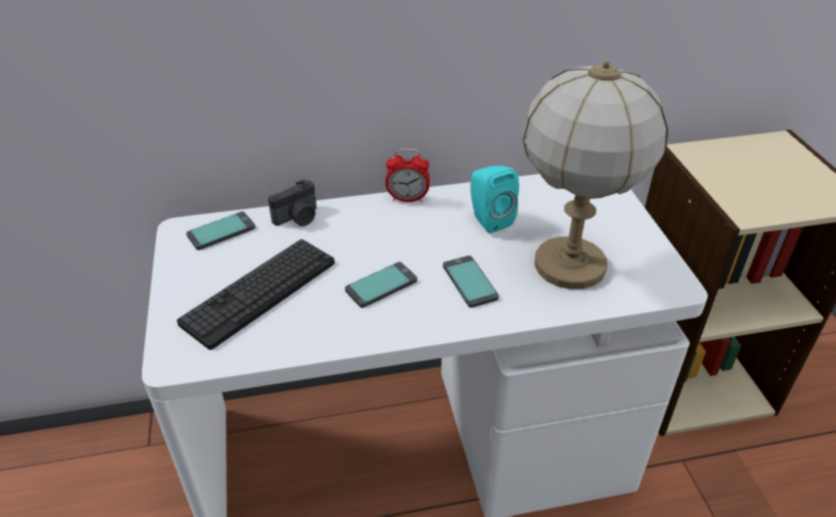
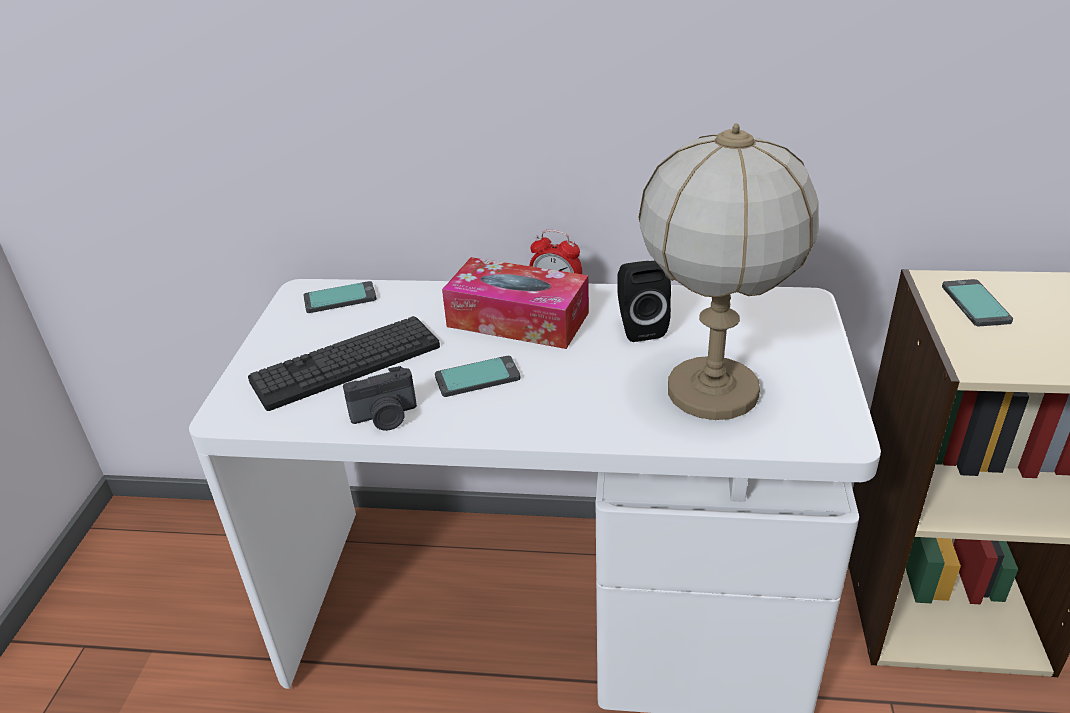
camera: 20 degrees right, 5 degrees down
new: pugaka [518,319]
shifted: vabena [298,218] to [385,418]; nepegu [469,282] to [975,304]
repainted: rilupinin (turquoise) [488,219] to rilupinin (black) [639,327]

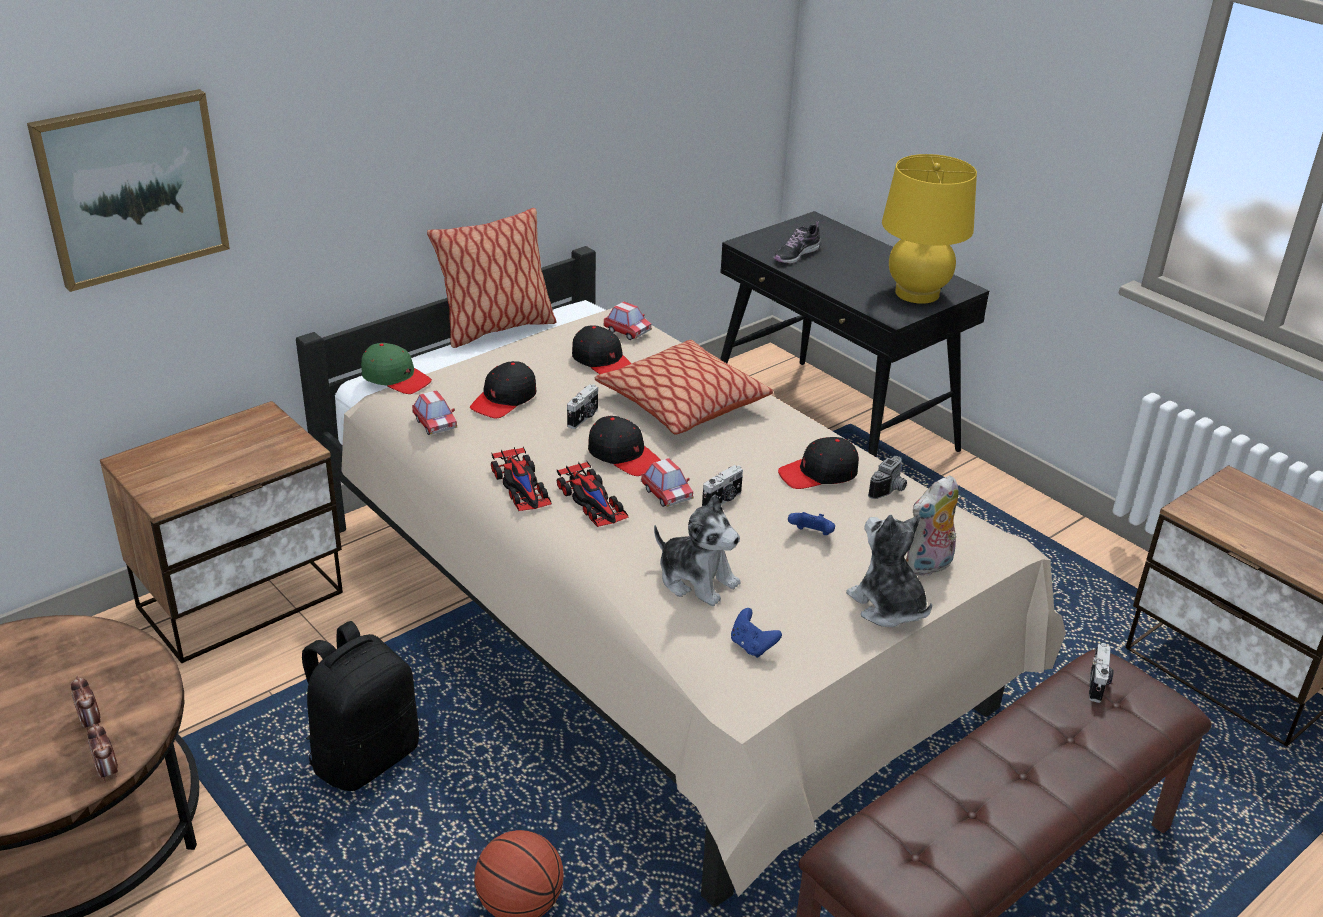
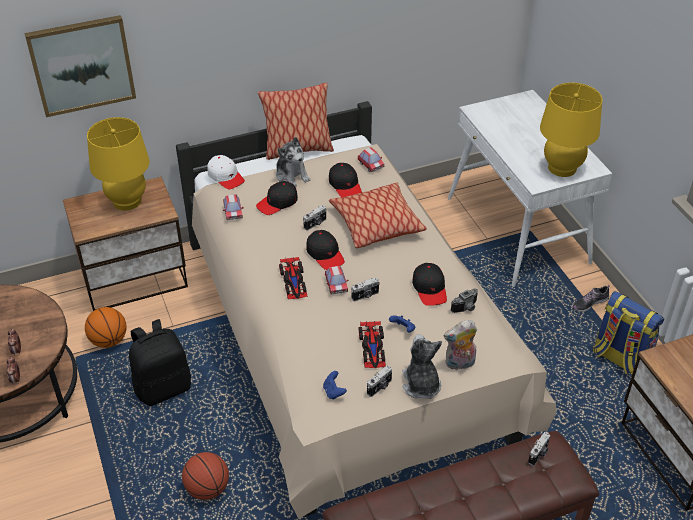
camera: 20 degrees right, 10 degrees up
new: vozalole [109,340]; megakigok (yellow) [127,201]; vabena [380,387]; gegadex [620,358]
shifted: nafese [521,486] to [372,348]; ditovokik [697,580] to [292,175]; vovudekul [796,255] to [590,303]
repainted: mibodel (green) [396,378] to mibodel (white) [226,176]; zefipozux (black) [833,426] to zefipozux (white) [518,230]
rotated: mibodel (black) [818,474] = [430,289] 105 degrees counterclockwise

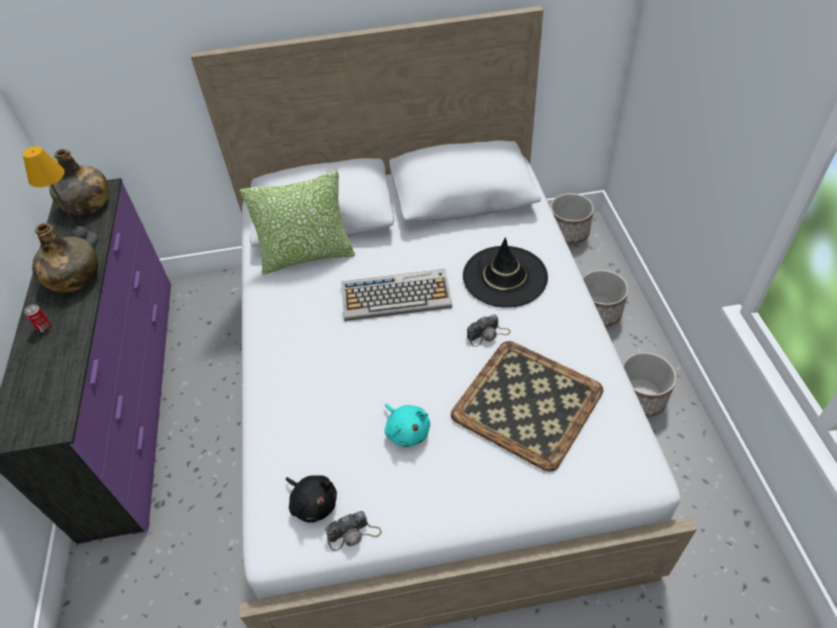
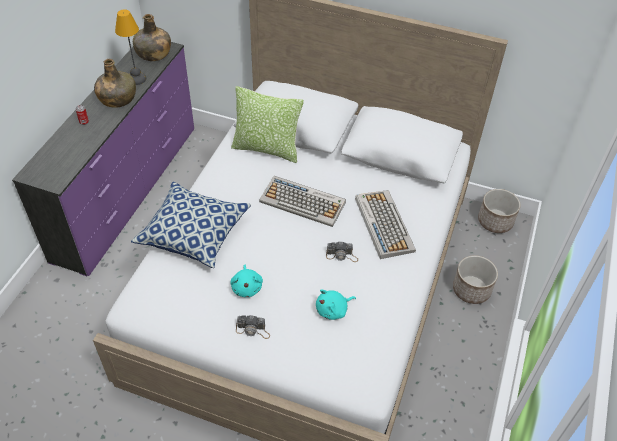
camera: 25 degrees right, 0 degrees up
gone: ditovokik (black) [313,503]; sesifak [640,397]
new: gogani [194,233]
shifted: vabena [354,534] to [253,330]
swapped: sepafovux [529,402] to ditovokik (turquoise) [333,310]; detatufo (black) [505,277] to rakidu [383,224]

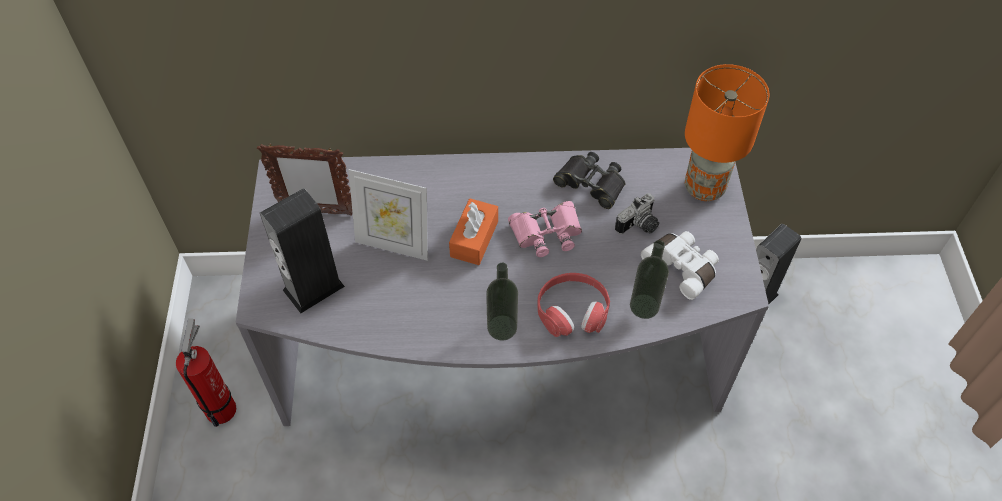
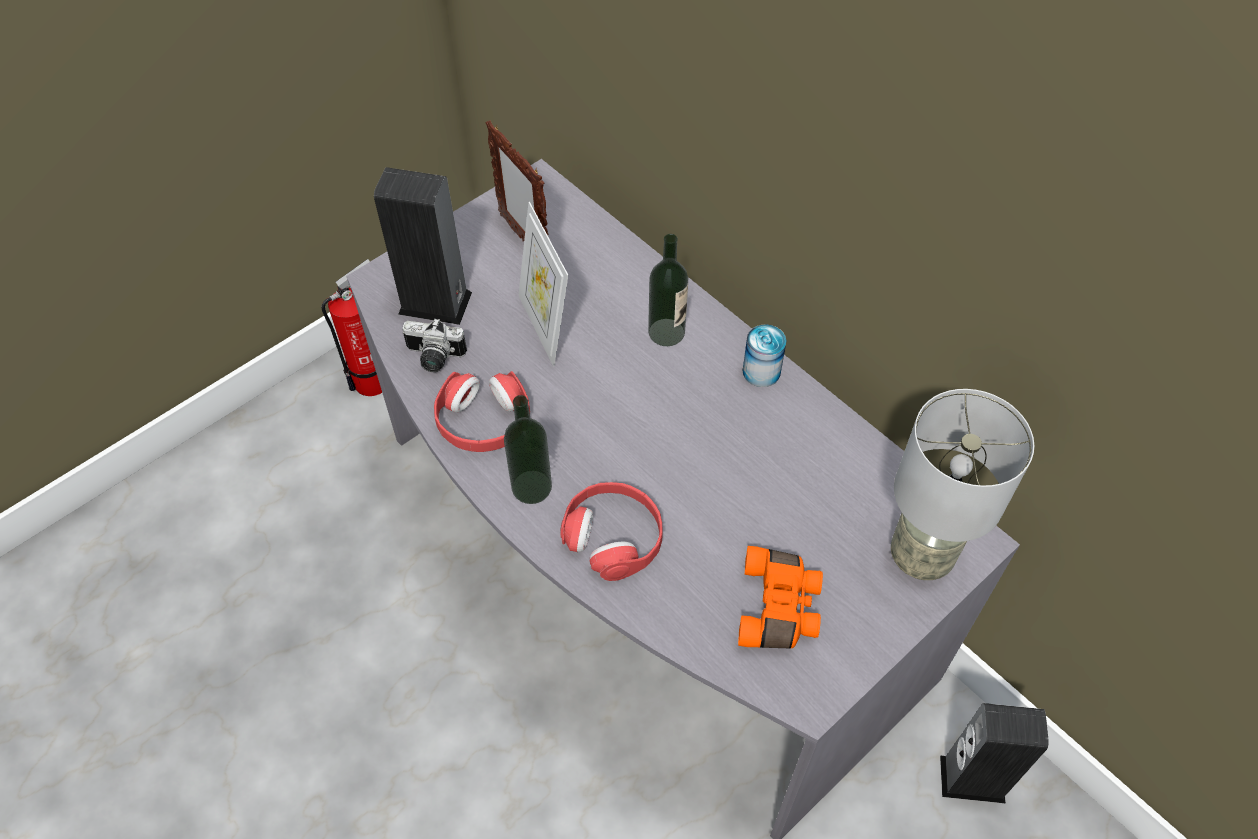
camera: 50 degrees right, 0 degrees up
gone: pugaka (orange) [474,239]; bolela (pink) [546,232]; bolela (black) [591,183]
new: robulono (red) [484,420]; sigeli [761,371]
shifted: vabena [639,226] to [433,358]; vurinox [644,306] to [666,332]
repainted: bolela (white) [682,267] to bolela (orange) [780,608]; megakigok (orange) [703,188] to megakigok (grey) [920,554]

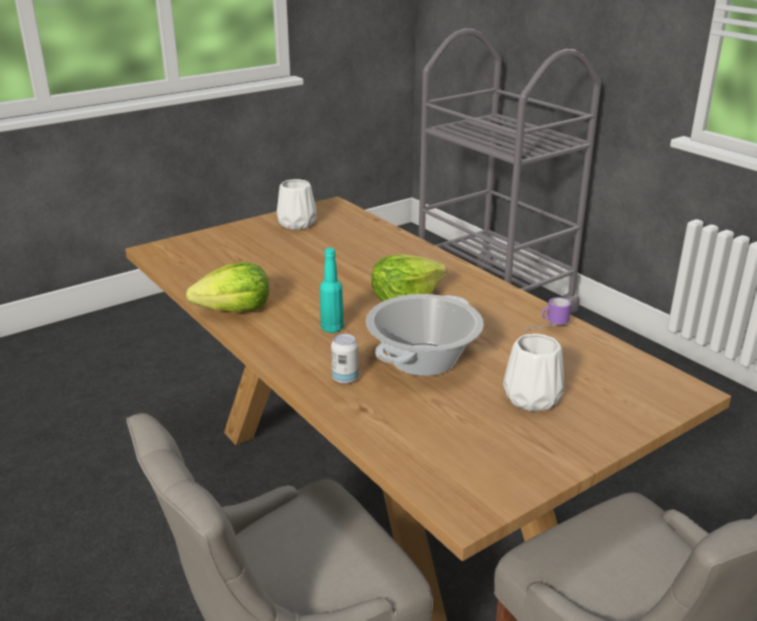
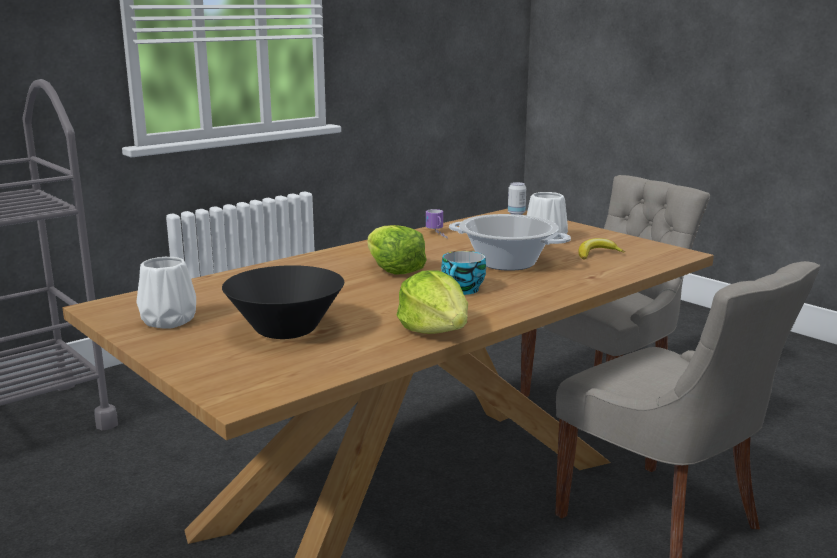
camera: 95 degrees left, 10 degrees down
new: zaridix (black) [285,330]; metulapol [597,254]
shifted: sigeli [345,378] to [516,213]
swapped: vurinox (turquoise) [332,328] to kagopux [463,291]

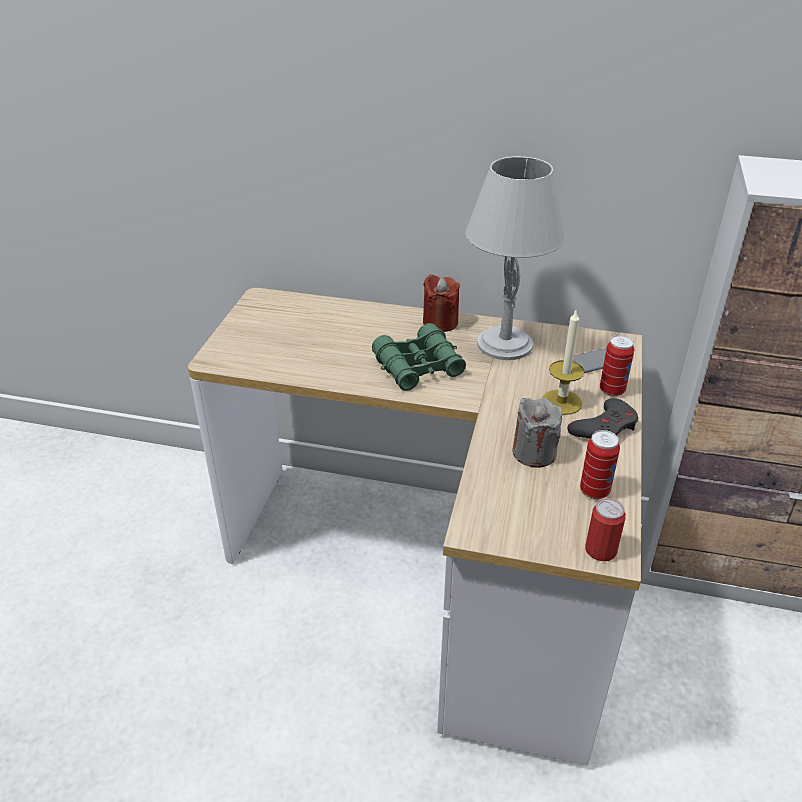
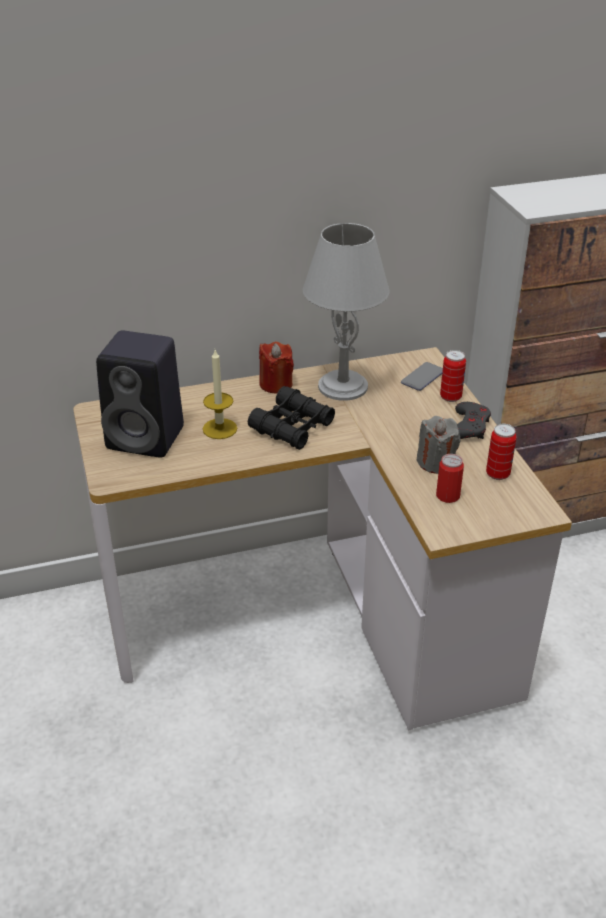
camera: 30 degrees left, 0 degrees up
new: rilupinin (black) [148,438]
shifted: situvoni [561,402] to [220,429]; sigeli [600,550] to [447,496]
repainted: bolela (green) [418,367] to bolela (black) [292,427]

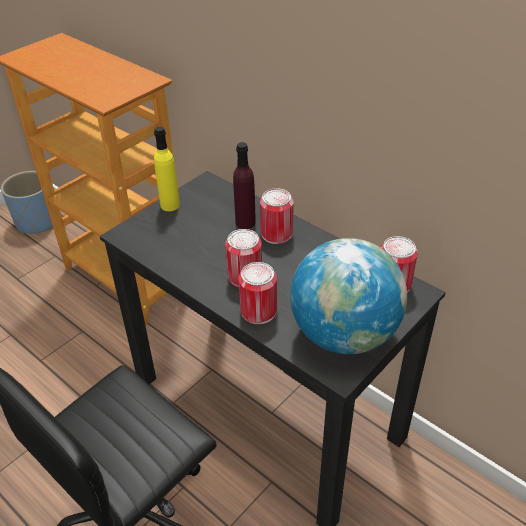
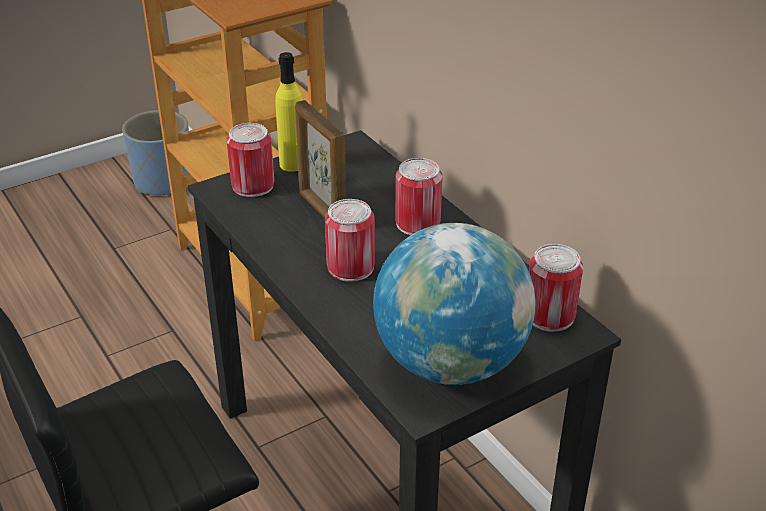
camera: 15 degrees right, 5 degrees down
gone: vurinox (purple) [245,222]
new: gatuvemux [322,211]
shifted: sigeli [258,311] to [253,185]

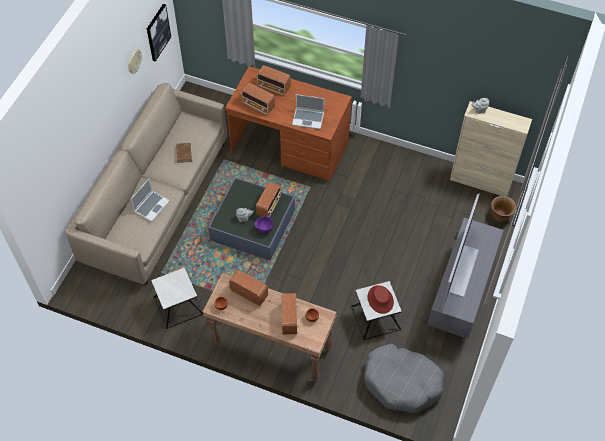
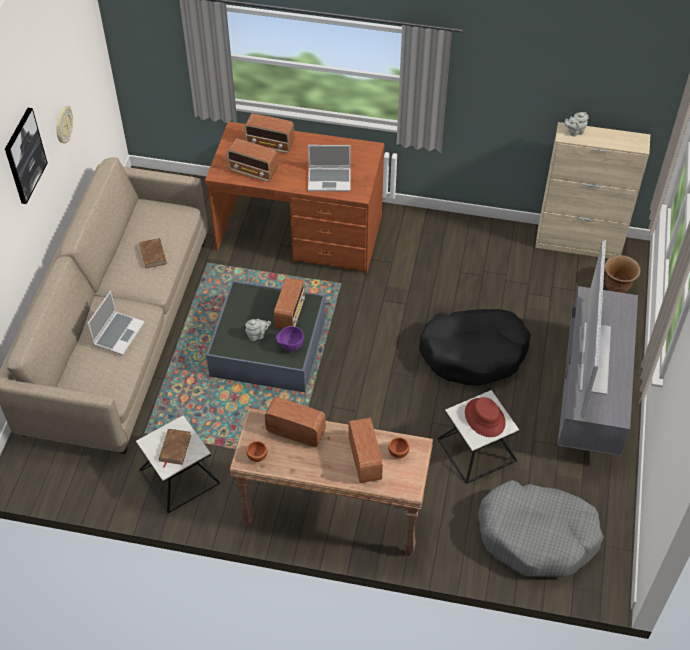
camera: 10 degrees left, 5 degrees down
new: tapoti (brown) [175,448]; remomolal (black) [474,353]
shifted: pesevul [157,32] to [24,155]

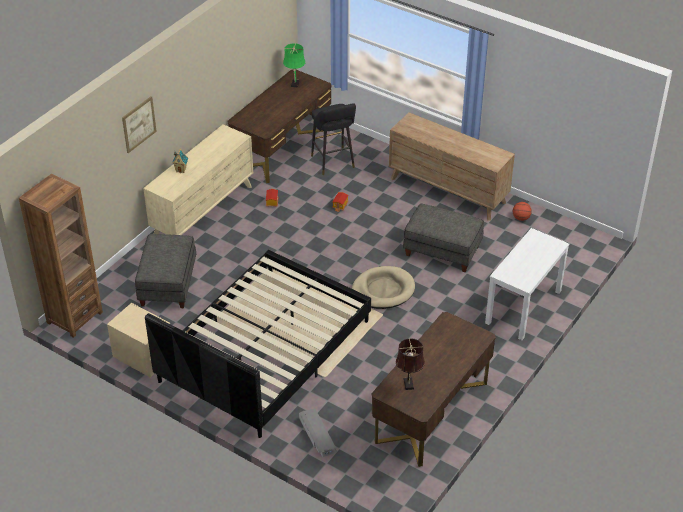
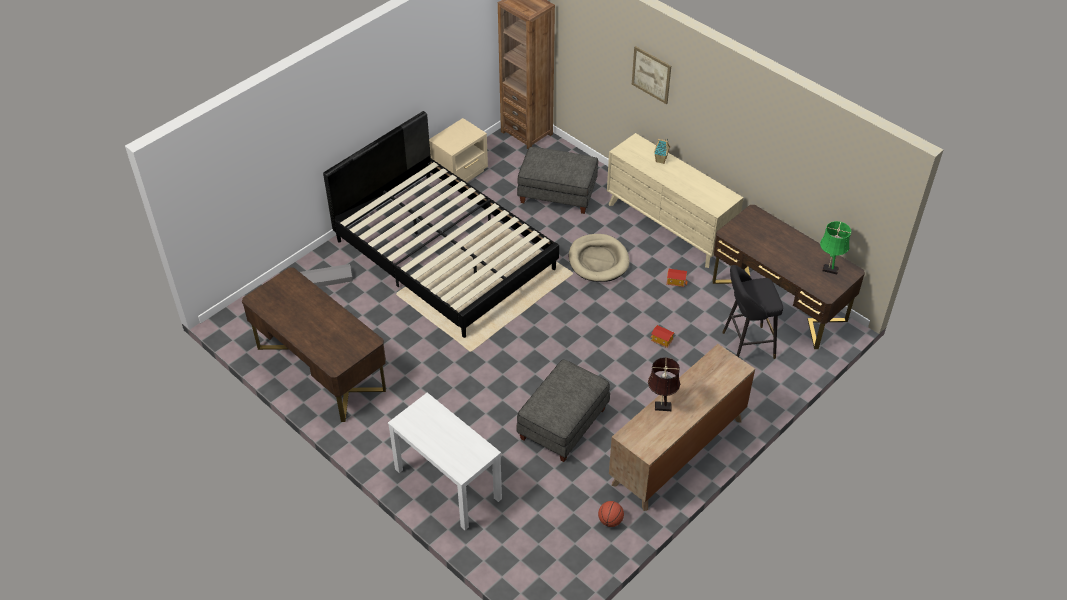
camera: 100 degrees right, 5 degrees up
shifted: remomolal (beige) [383,290] to [598,260]; megakigok (brown) [408,385] to [661,406]

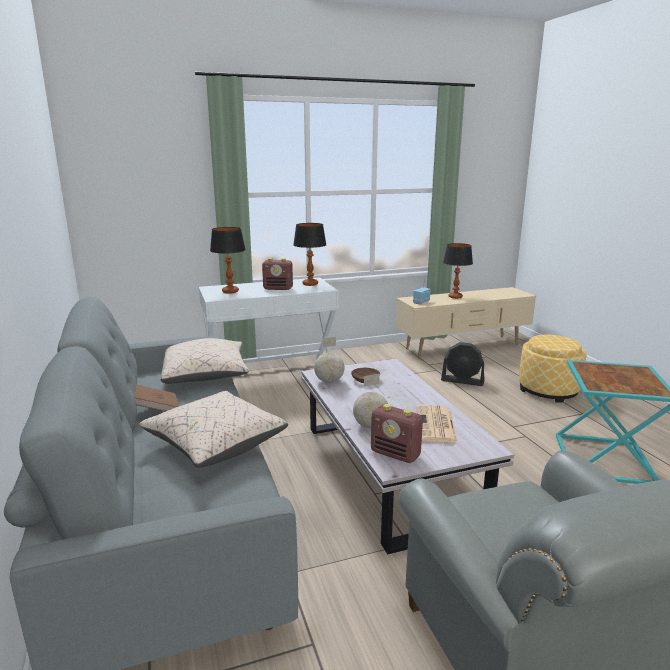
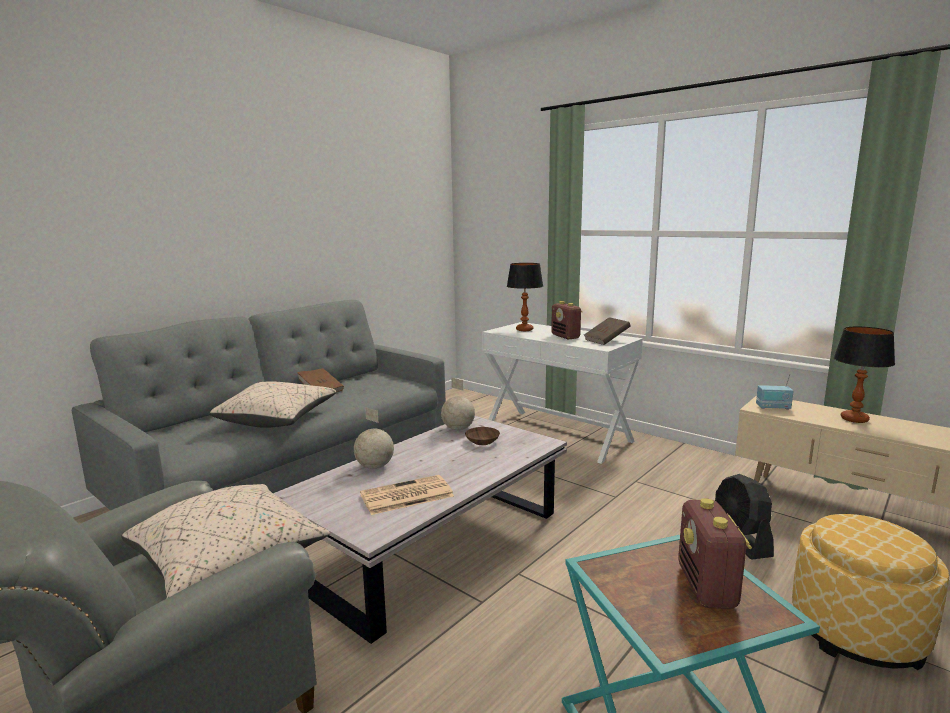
camera: 60 degrees right, 5 degrees down
shifted: gogani (beige) [206,375] to [228,562]; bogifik [396,454] to [707,587]
swapped: megakigok [310,284] to tapoti (brown) [606,340]

